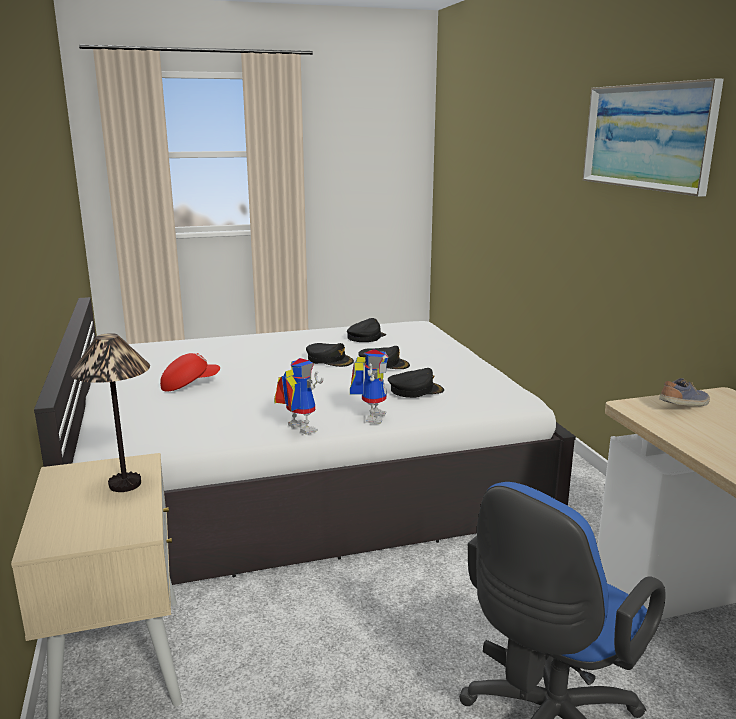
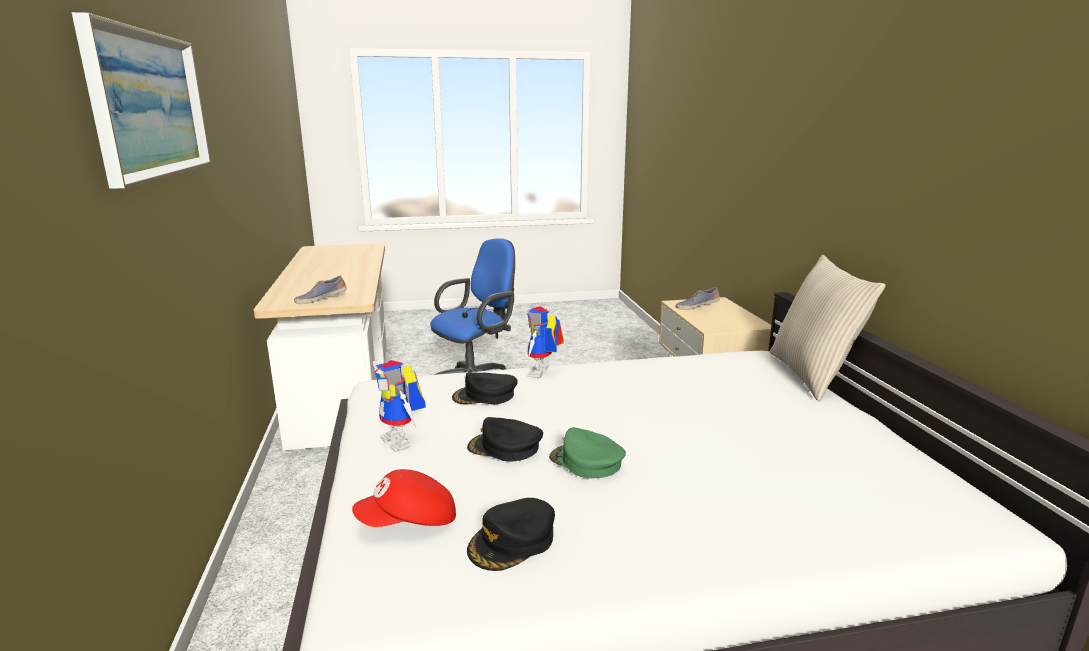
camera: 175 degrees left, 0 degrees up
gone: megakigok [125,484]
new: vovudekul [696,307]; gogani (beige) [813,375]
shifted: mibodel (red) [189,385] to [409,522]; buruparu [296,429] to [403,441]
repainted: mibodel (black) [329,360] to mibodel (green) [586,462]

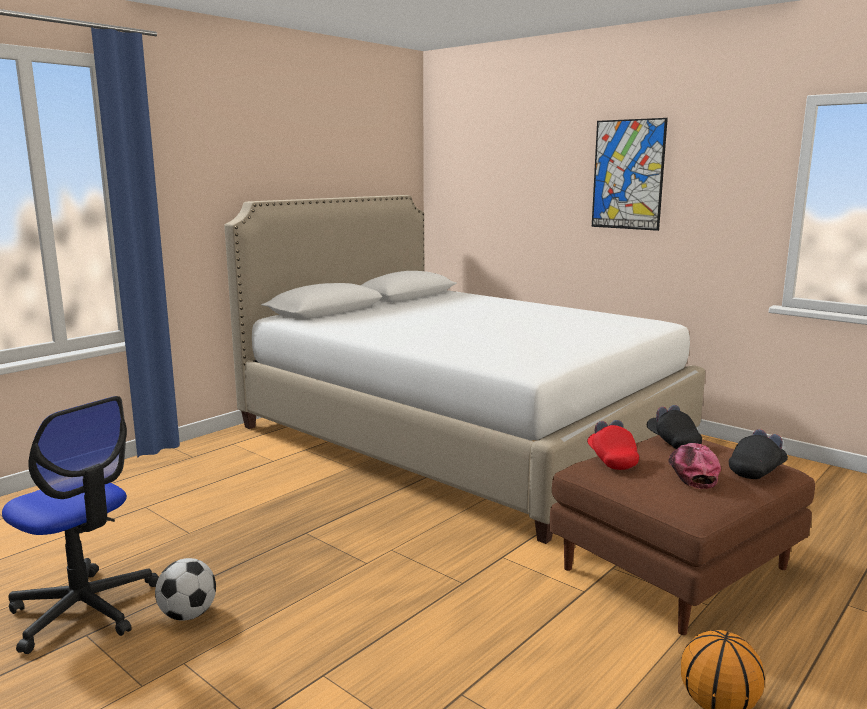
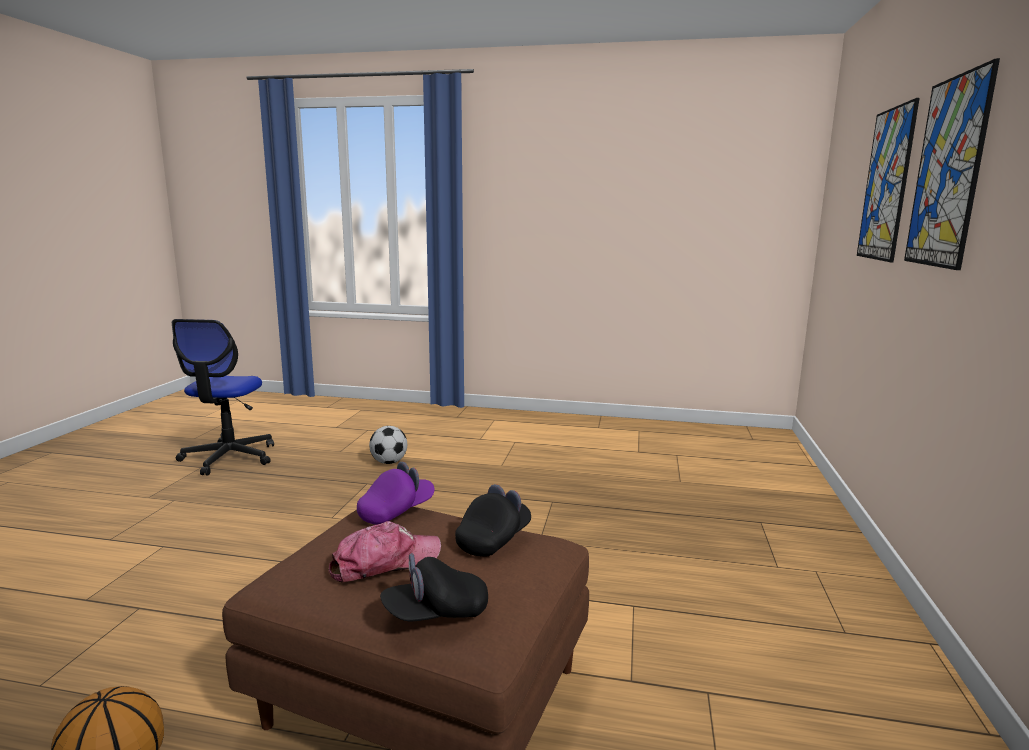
camera: 60 degrees right, 0 degrees up
gone: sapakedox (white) [461,435]
new: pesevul [886,185]
shifted: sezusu [188,614] to [389,462]
repainted: mibodel (red) [611,459] to mibodel (purple) [396,512]
rotated: mibodel (black) [757,470] = [436,613] 135 degrees clockwise

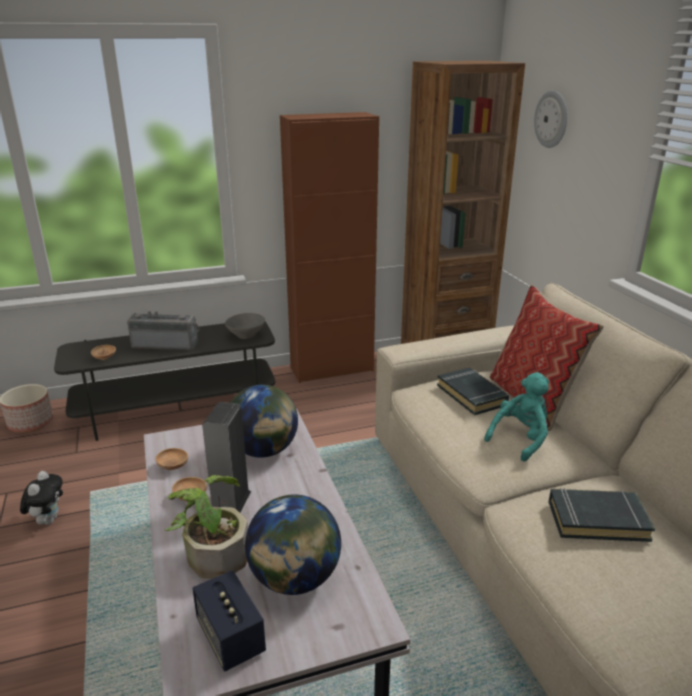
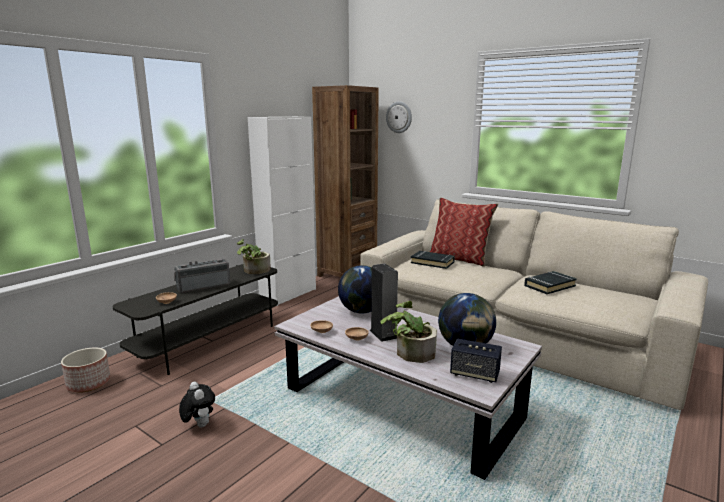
camera: 35 degrees left, 10 degrees down
gone: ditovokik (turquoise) [520,439]
swapped: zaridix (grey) [245,335] to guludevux [254,271]
repainted: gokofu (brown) [331,369] to gokofu (white) [288,294]

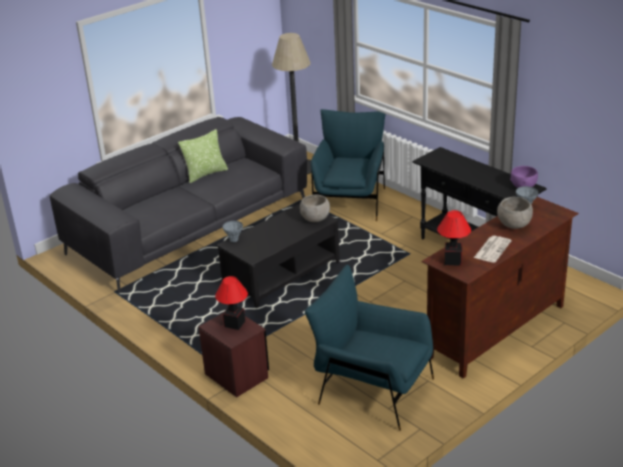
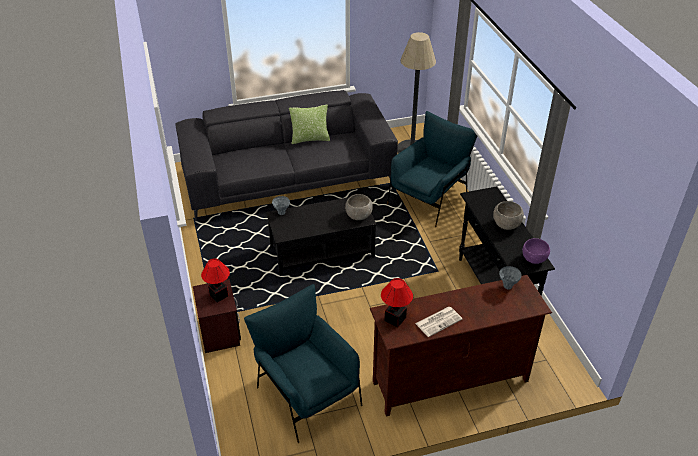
camera: 25 degrees right, 10 degrees up
shifted: zaridix (grey) [513,225] to [506,225]

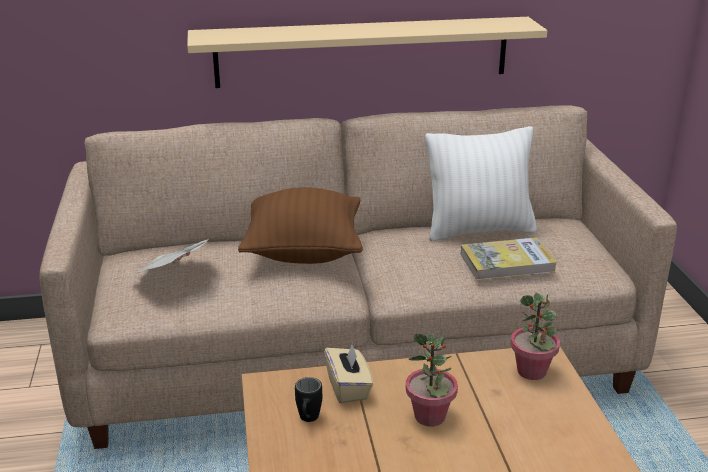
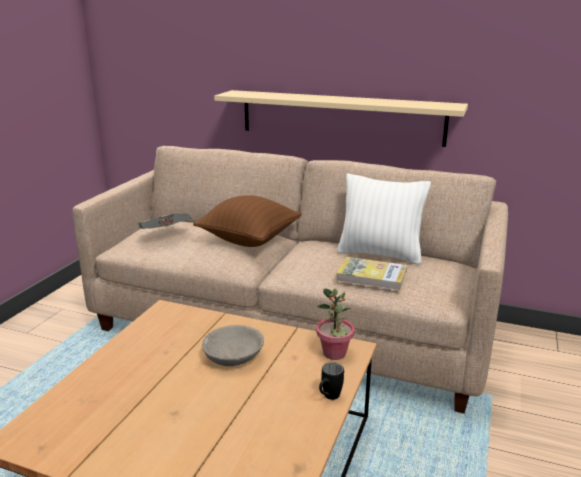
camera: 30 degrees right, 5 degrees down
gone: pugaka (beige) [348,388]
shifted: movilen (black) [308,420] to [329,397]
swapped: guludevux [430,416] to zaridix (grey) [233,356]

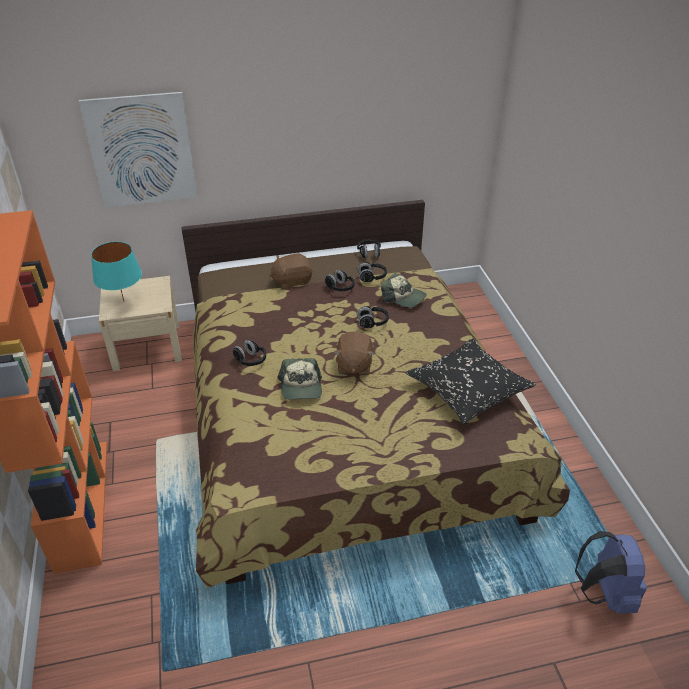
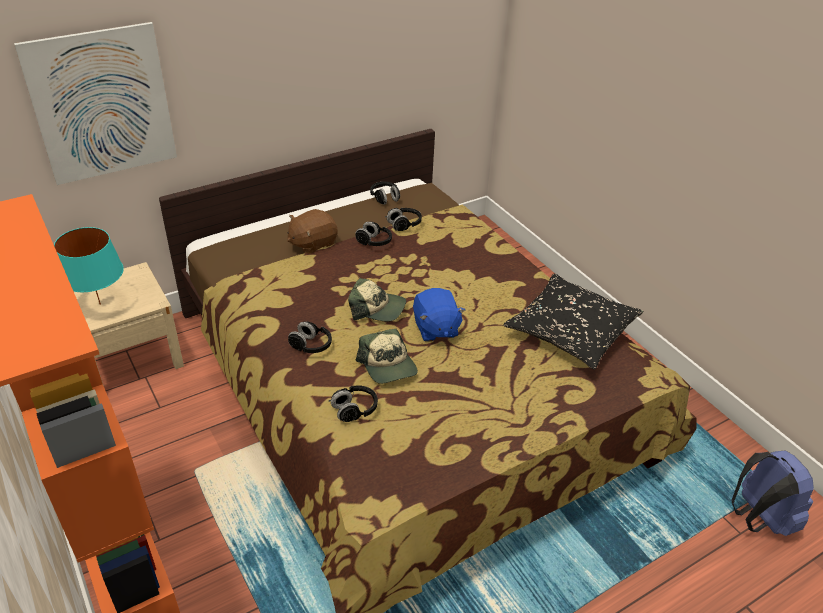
camera: 20 degrees left, 0 degrees up
shifted: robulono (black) [372,322] to [354,410]; mibodel [403,297] to [377,308]
repainted: ditovokik (brown) [353,365] to ditovokik (blue) [435,329]

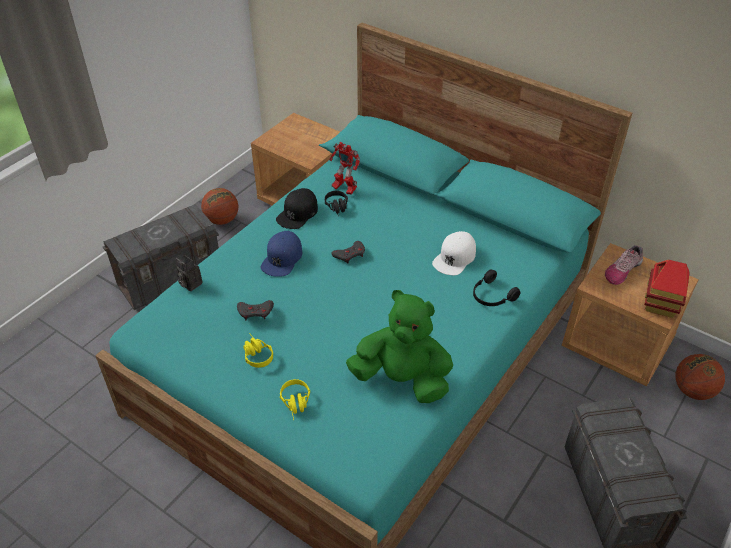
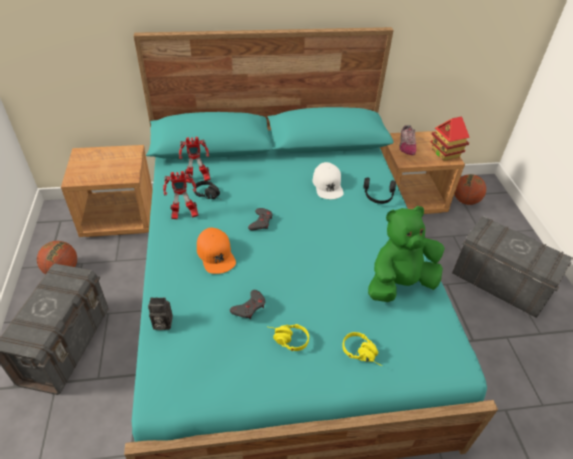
camera: 45 degrees left, 0 degrees up
swapped: mibodel (black) [297,213] to buruparu [183,215]
repainted: mibodel (blue) [282,258] to mibodel (orange) [216,254]

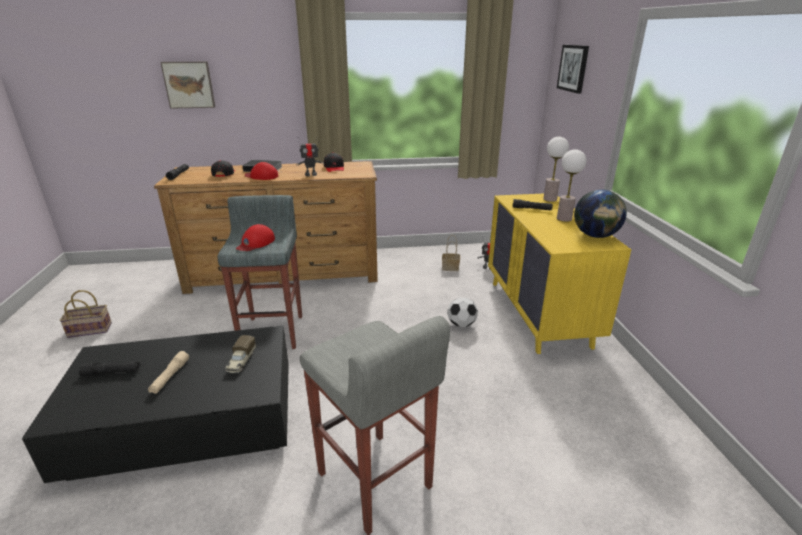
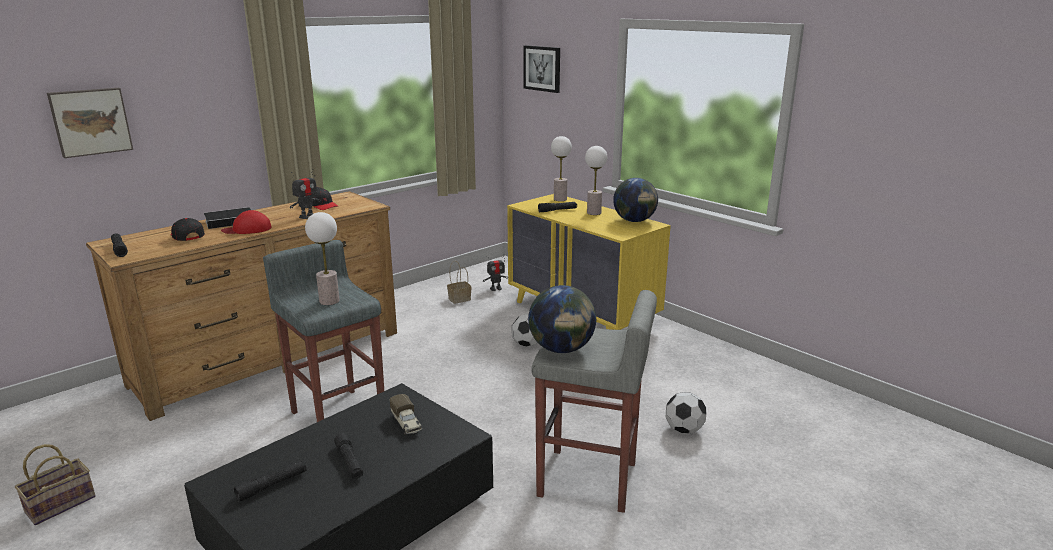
camera: 35 degrees left, 5 degrees down
new: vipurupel [562,349]; sezusu [684,429]
swapped: mibodel (red) [256,243] to megakigok [329,301]
repainted: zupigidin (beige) [170,377] to zupigidin (black) [349,462]

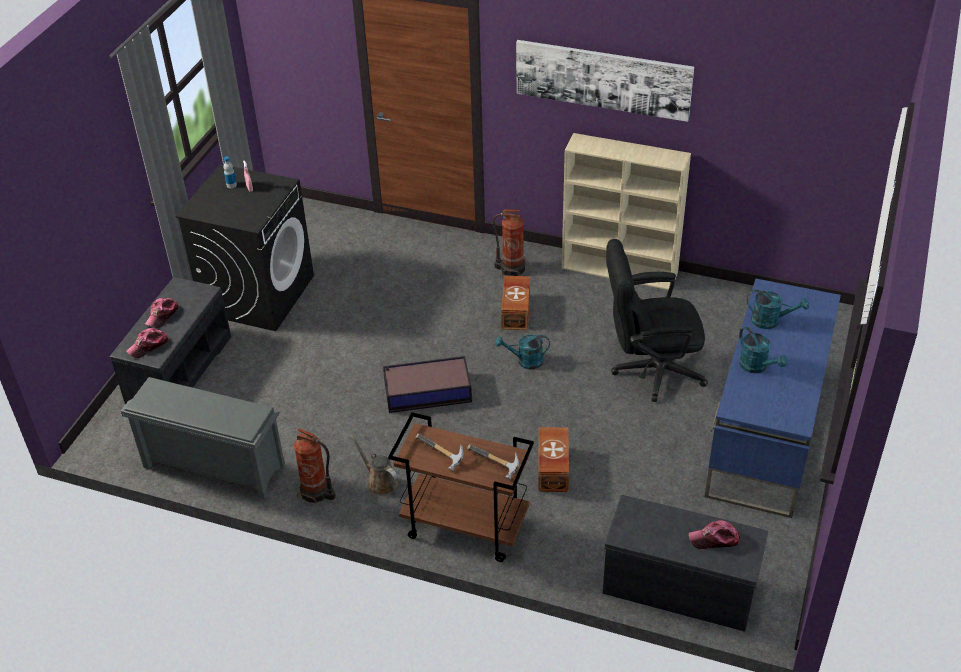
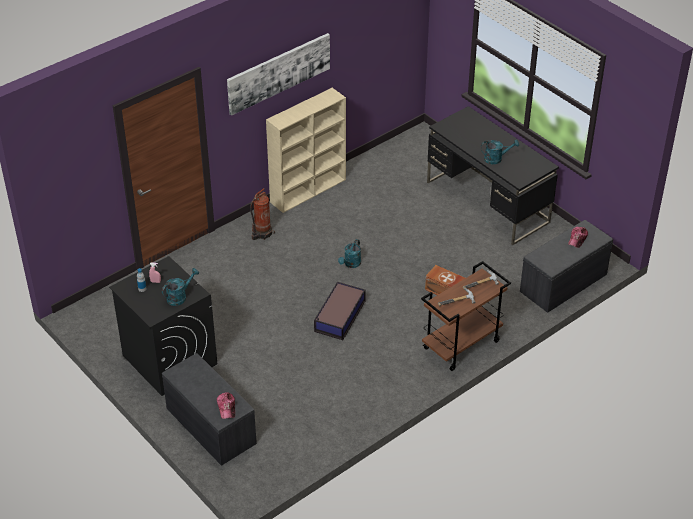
camera: 60 degrees left, 0 degrees up
gone: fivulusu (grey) [212,467]; mibodel [162,315]; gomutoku [316,492]; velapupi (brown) [380,482]; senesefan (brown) [516,311]; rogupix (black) [649,370]
shifted: velapupi (turquoise) [771,321] to [179,296]
repainted: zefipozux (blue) [765,435] to zefipozux (black) [488,202]

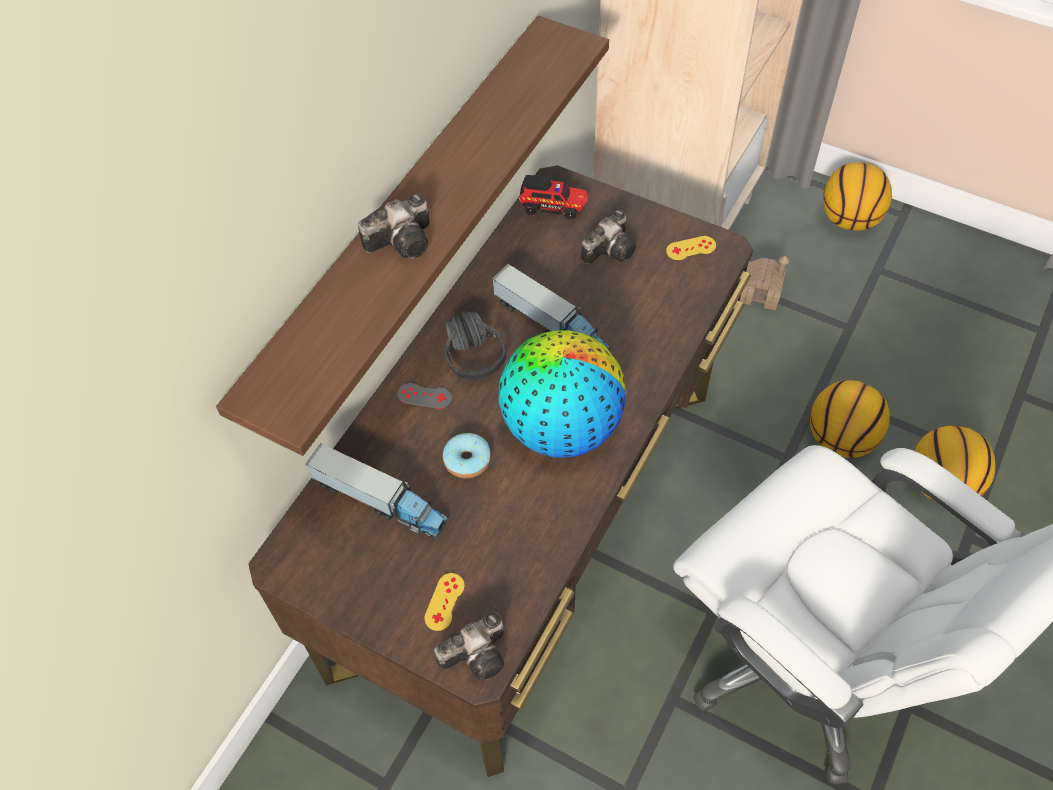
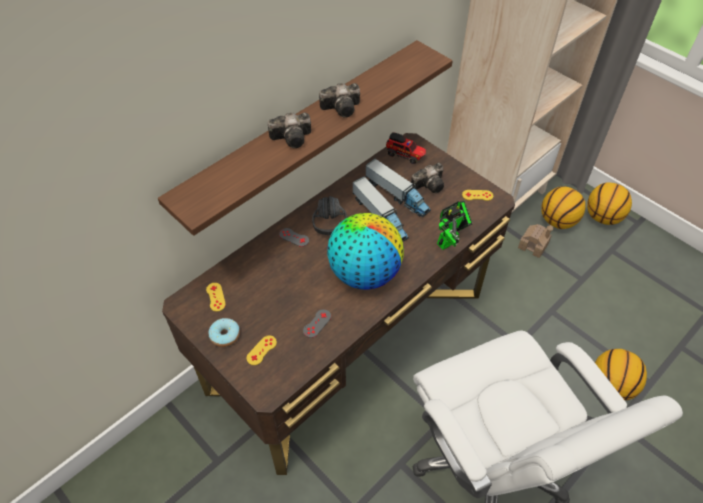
camera: 15 degrees right, 5 degrees down
new: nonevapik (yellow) [215,297]; nonevapik (grey) [317,323]; buruparu [450,240]
shifted: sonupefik [380,501] to [397,195]; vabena [478,653] to [343,108]; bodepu [467,460] to [225,335]; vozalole [841,438] to [558,221]

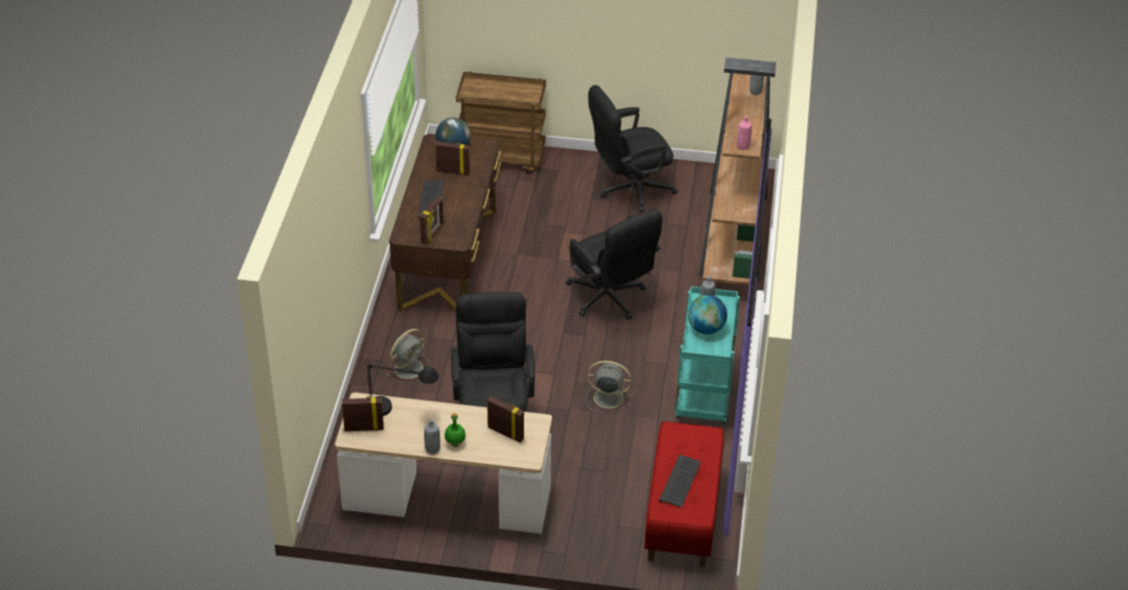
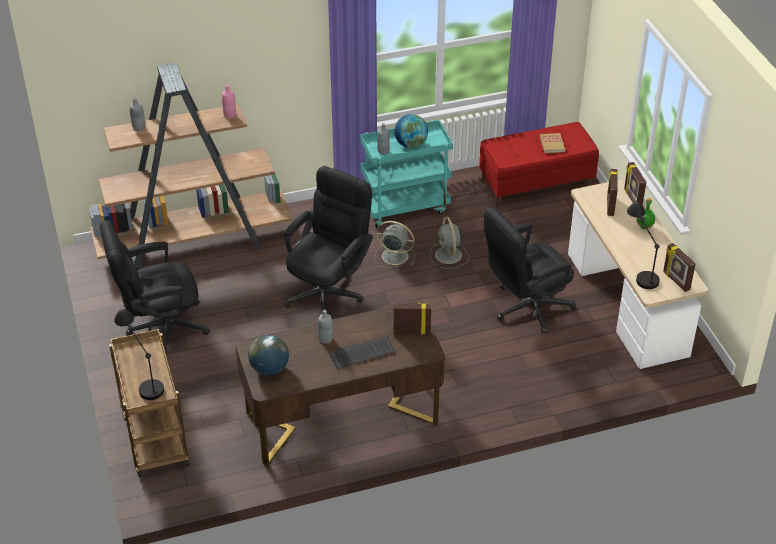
camera: 115 degrees left, 0 degrees up
new: megakigok (black) [142,377]
shifted: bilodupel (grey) [409,367] to [393,256]; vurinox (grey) [432,449] to [325,339]; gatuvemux [453,171] to [632,198]
swapped: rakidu [680,483] to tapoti [552,144]
rotated: rogupix (black) [629,190] = [160,327] 120 degrees clockwise

